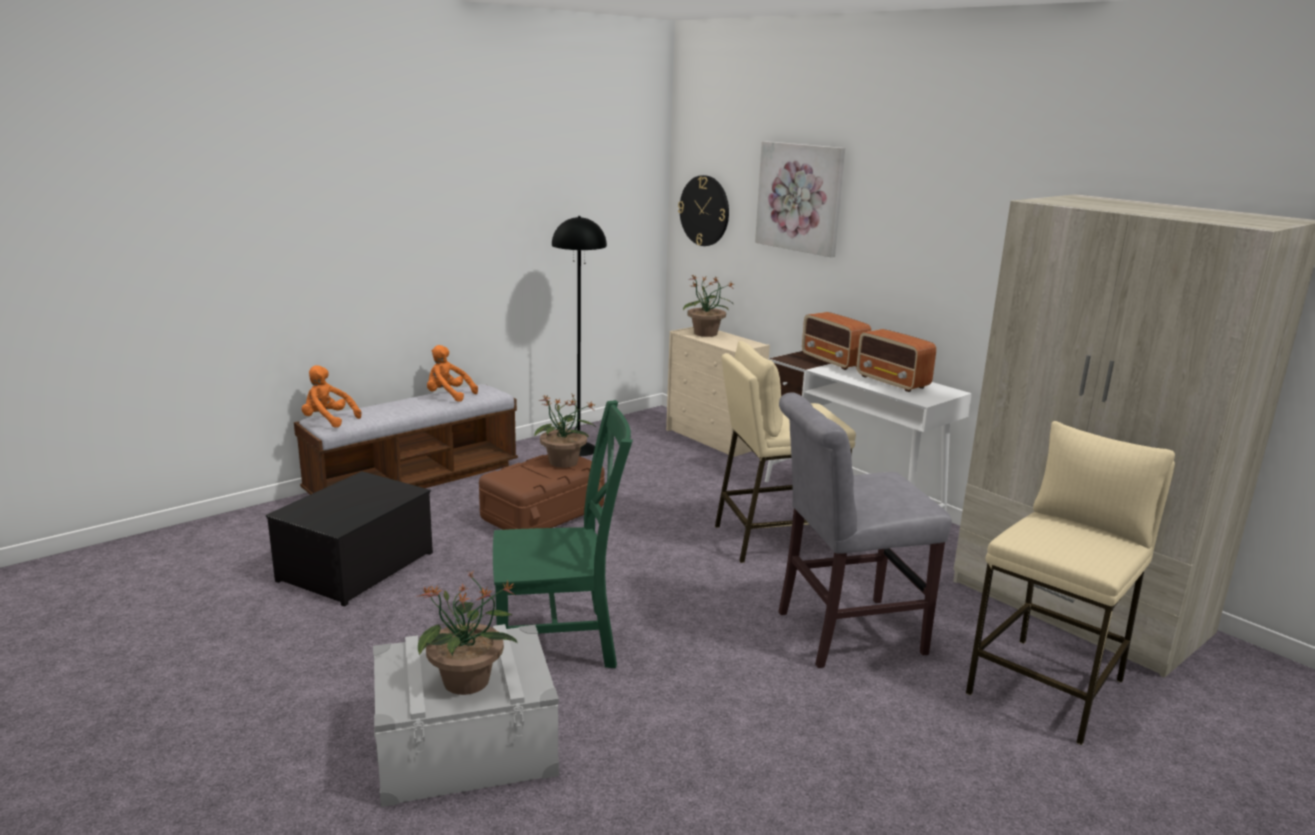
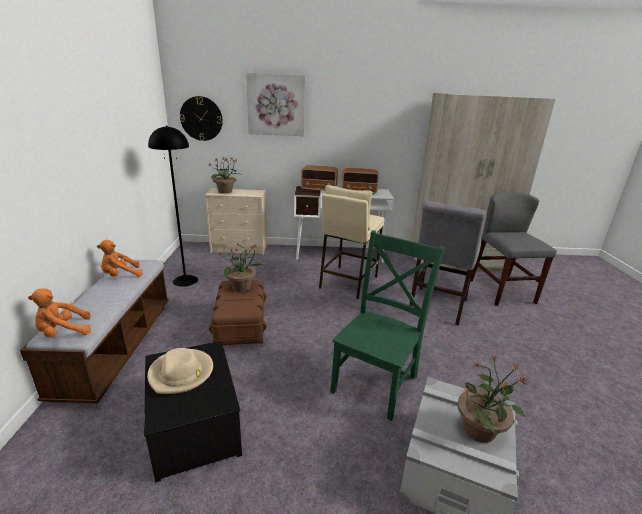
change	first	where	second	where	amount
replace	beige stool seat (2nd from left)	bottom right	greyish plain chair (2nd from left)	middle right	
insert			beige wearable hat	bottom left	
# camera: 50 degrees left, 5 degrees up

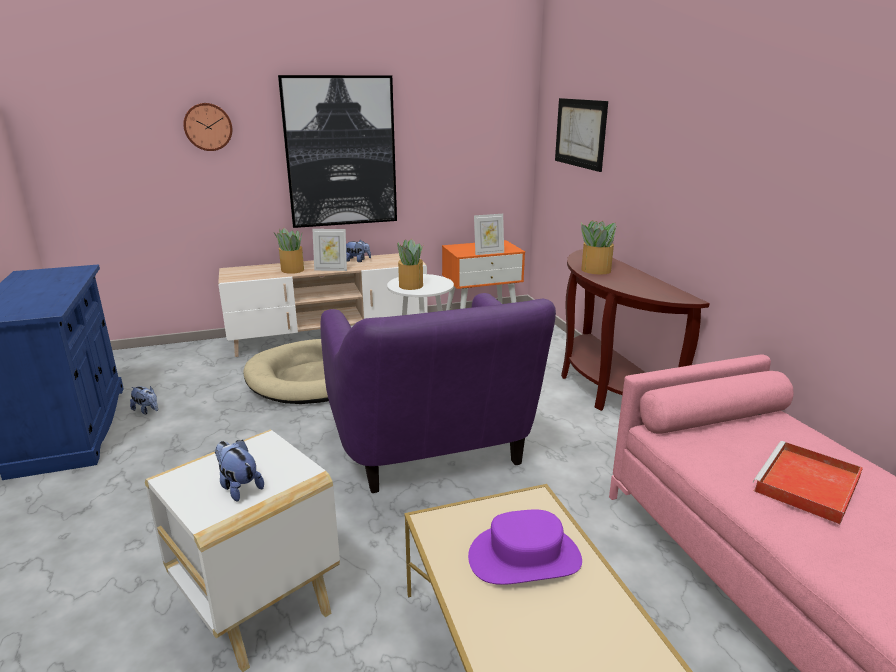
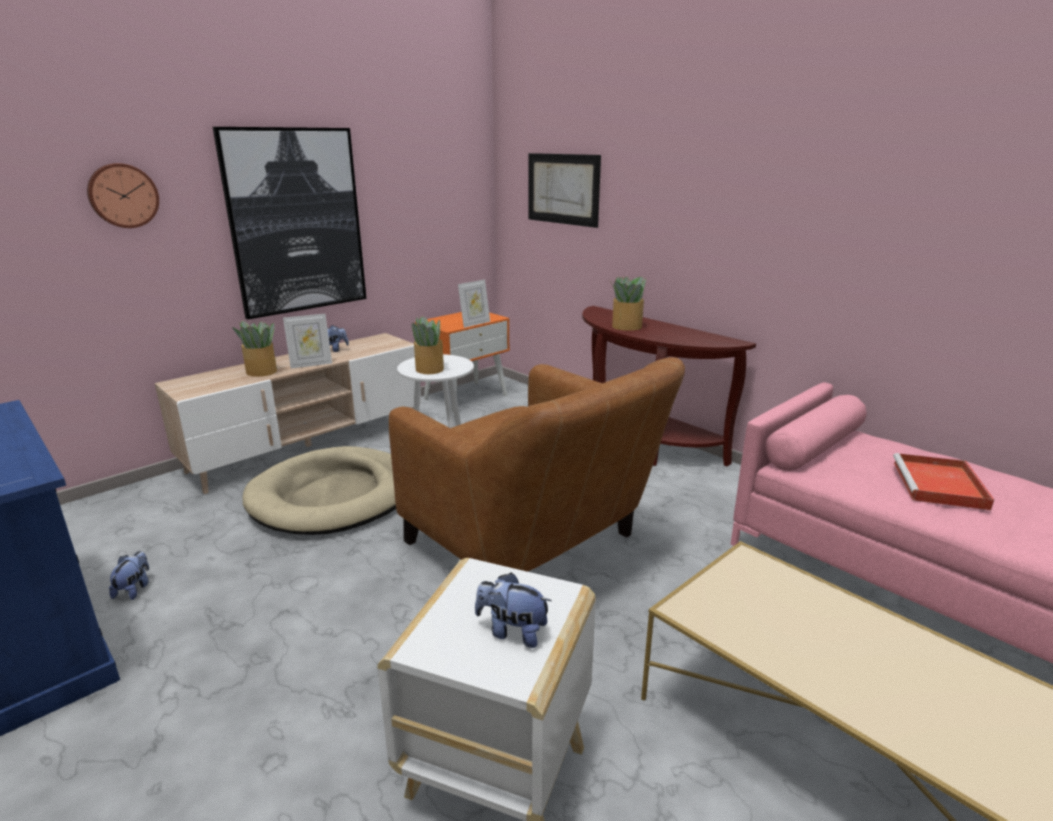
change	first	where	second	where	amount
rotate	soft toy (1st from left)	middle left		bottom left	90 degrees counterclockwise
recolor	purplish easy chair	centre	brown-coloured easy chair	centre	
delete	purplish wearable hat	bottom centre			
# camera: 25 degrees left, 0 degrees up

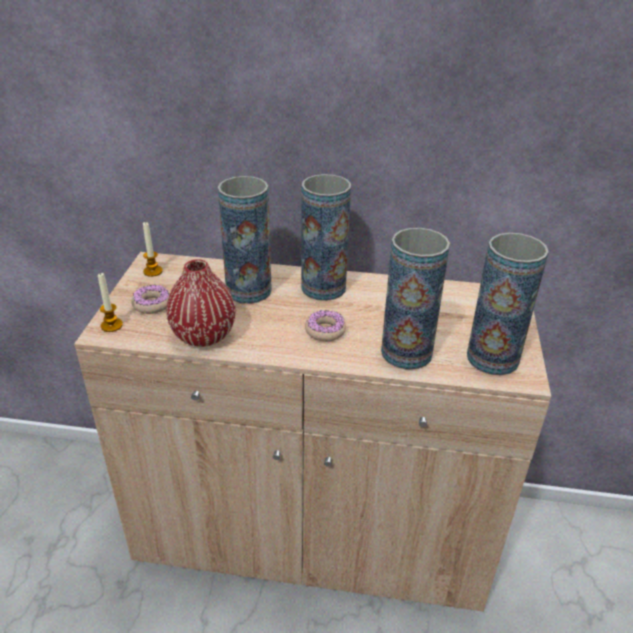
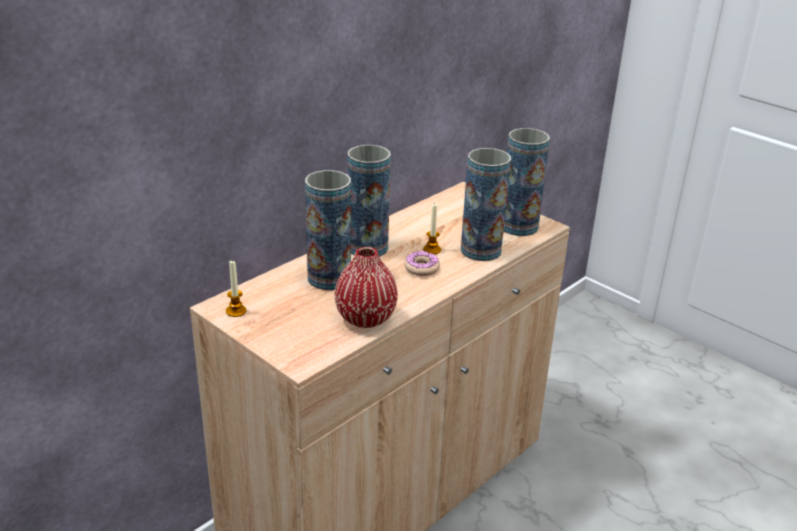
change	first	where	second	where	amount
move	candle (1st from left in the first image)	middle left	candle (2nd from left)	centre	
delete	doughnut (1st from left)	middle left			
# camera: 55 degrees left, 5 degrees down

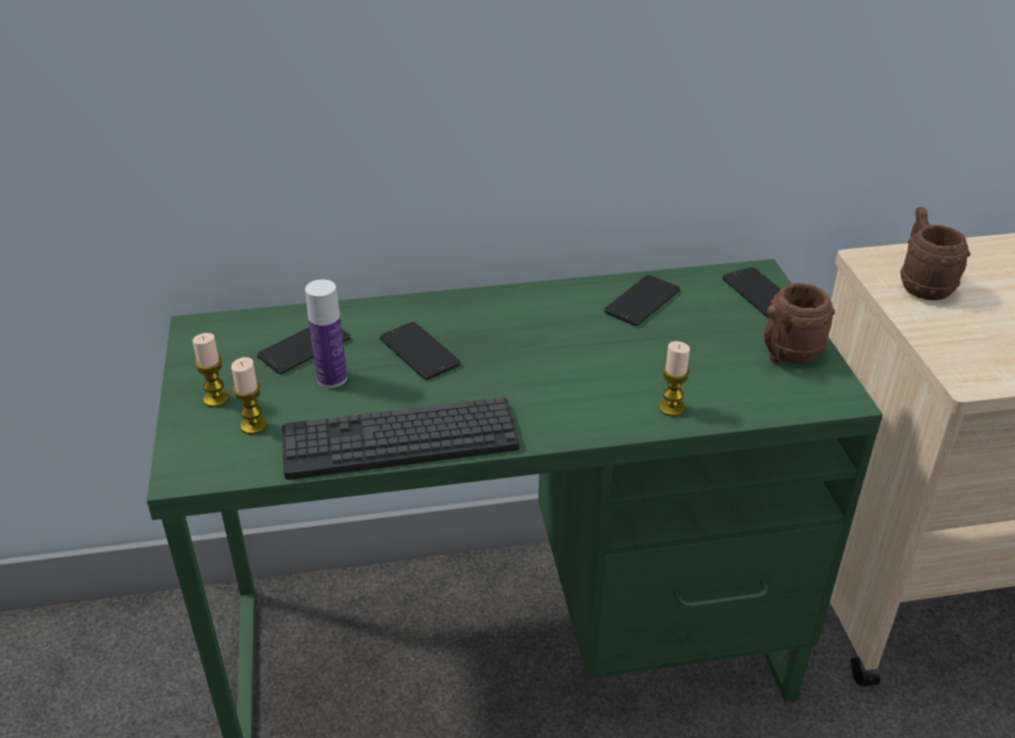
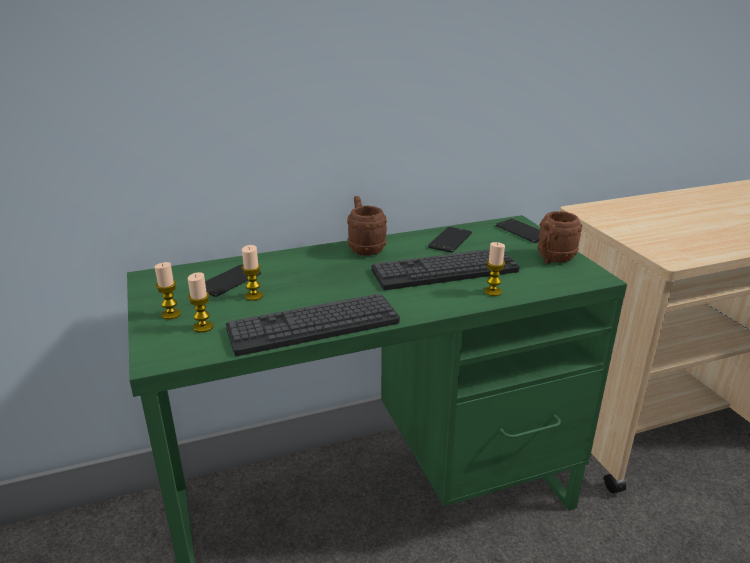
change	first	where	second	where	amount
replace	bottle	middle left	candle (3rd from left)	centre	
delete	telephone (2nd from left)	centre			
move	brown-coloured tea mug (2nd from left in the first image)	middle right	brown-coloured tea mug (1st from left)	centre	
insert			computer keyboard (2nd from left)	centre	
# camera: 10 degrees left, 10 degrees down

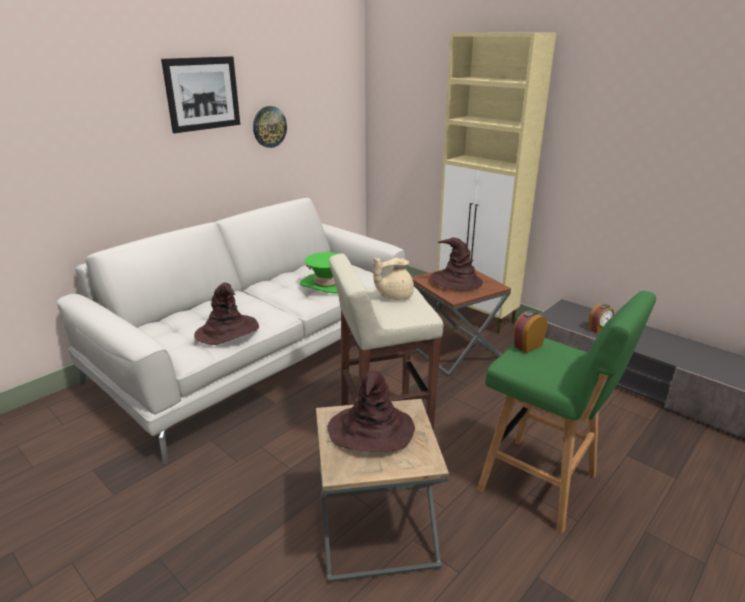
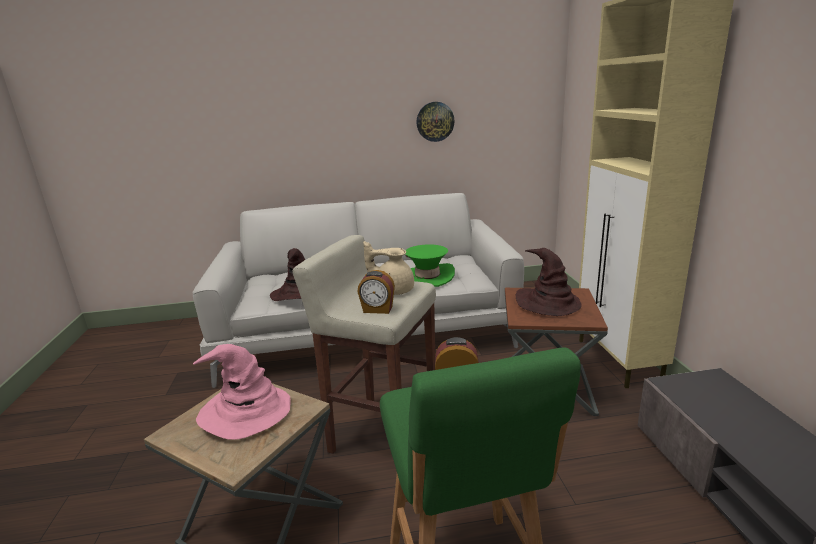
change	first	where	second	where	amount
delete	picture	top left			
recolor	brown-coloured wearable hat (2nd from left)	bottom centre	pinkish wearable hat	bottom left	
move	alarm clock (2nd from left in the first image)	middle right	alarm clock (1st from left)	centre	
# camera: 40 degrees right, 5 degrees down

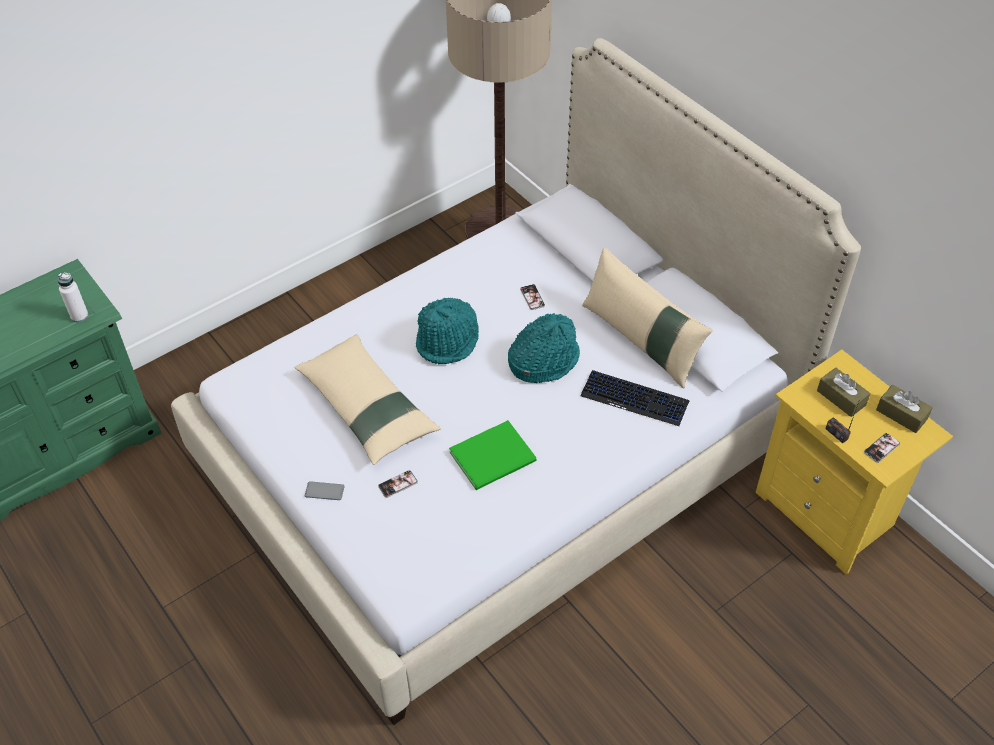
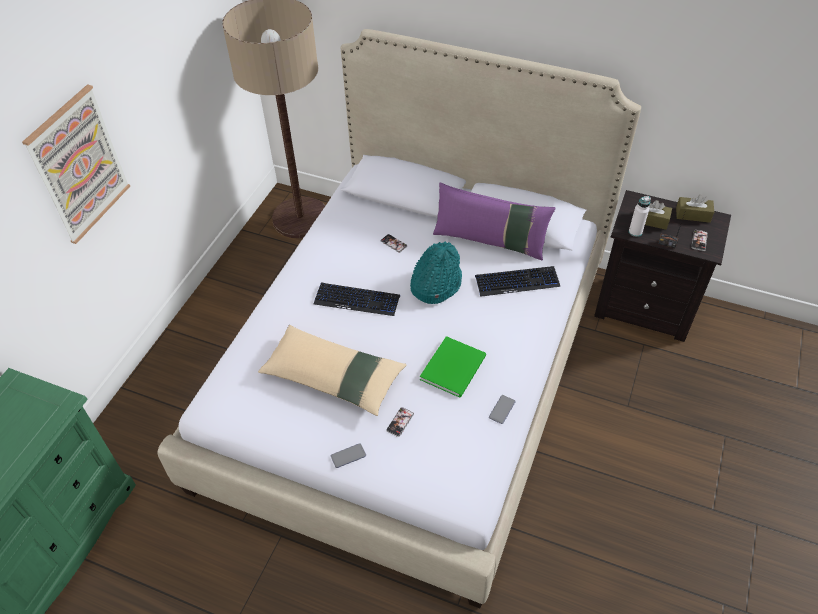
change	first	where	second	where	amount
move	whitish bottle	middle left		middle right	
replace	blue-green wearable hat (1st from left)	centre	computer keyboard (1st from left)	centre	
recolor	beige throw pillow (2nd from left)	centre	purplish throw pillow	centre	
recolor	yellow night table	middle right	blackish night table	middle right	
insert			picture	top left	
insert			telephone (4th from left)	centre	
# camera: 30 degrees left, 0 degrees up

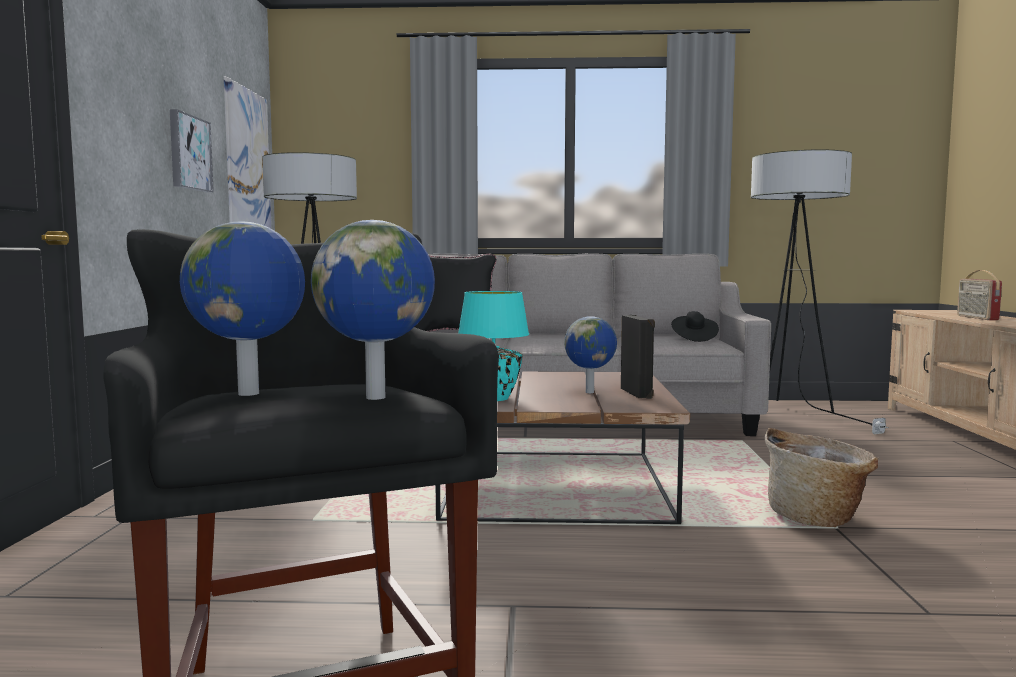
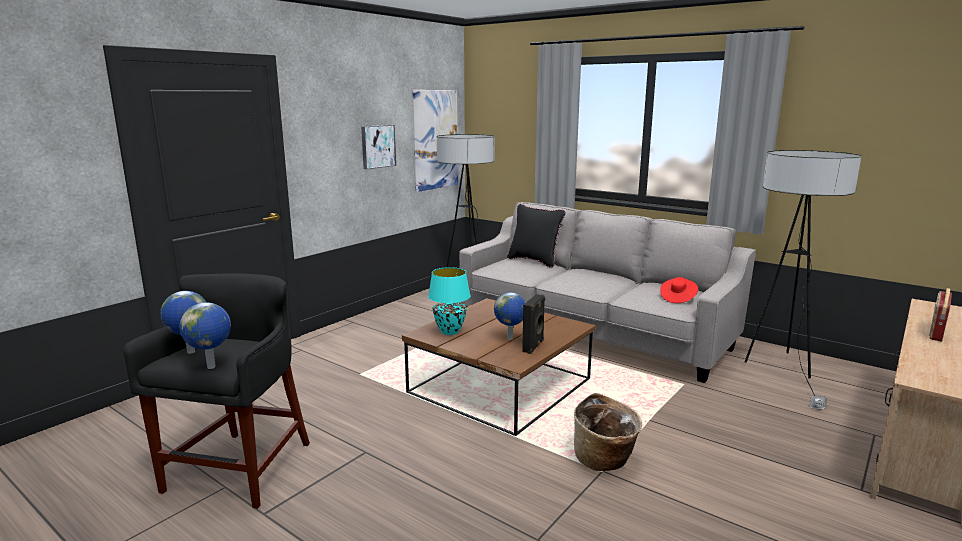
change	first	where	second	where	amount
recolor	blackish wearable hat	middle right	red wearable hat	middle right	
# camera: 35 degrees right, 10 degrees up

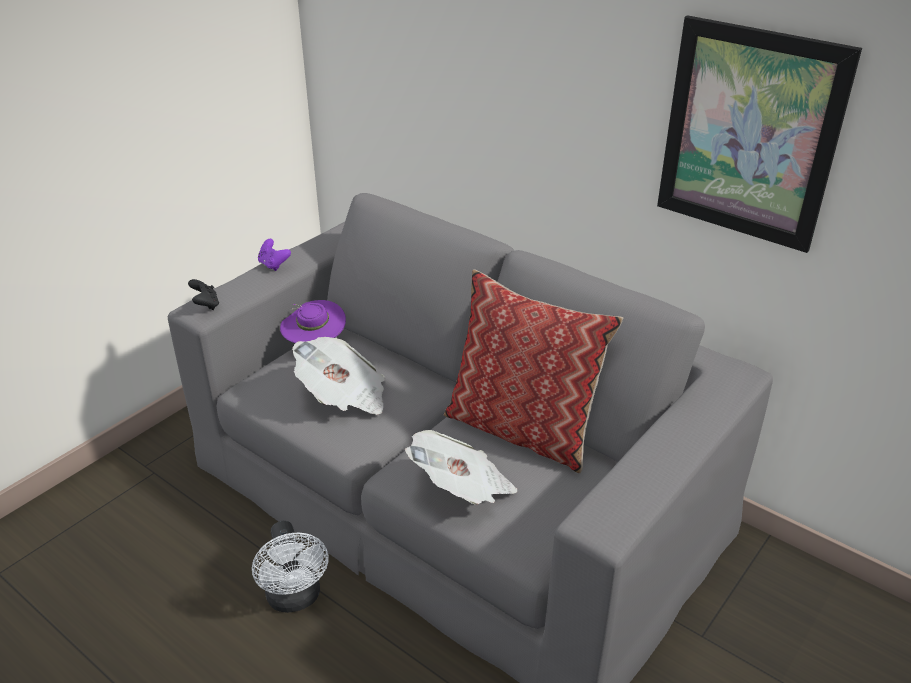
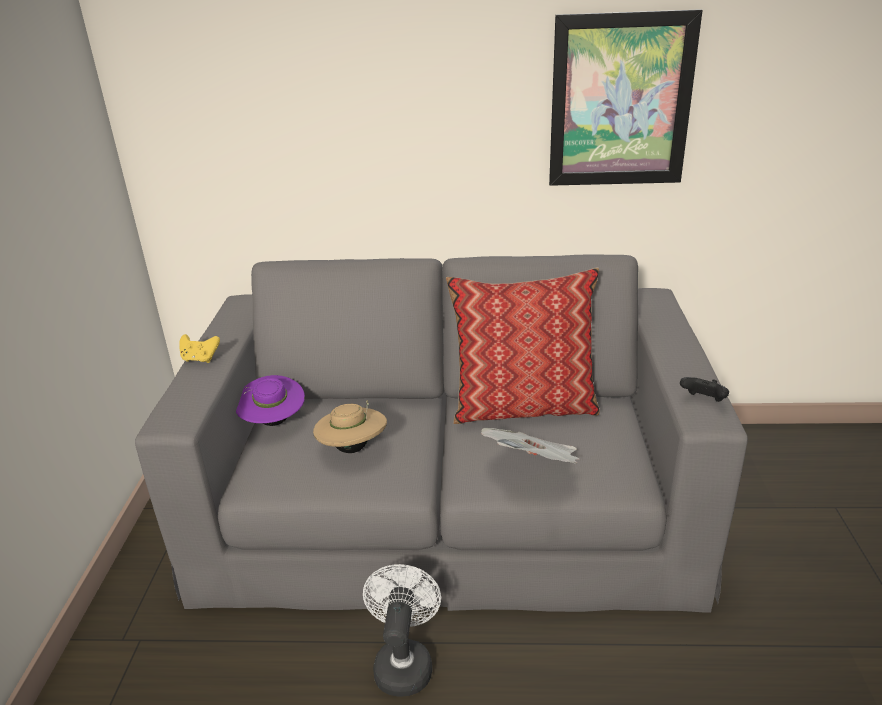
change	first	where	second	where	amount
move	blackish game controller	middle left		middle right	
rotate	whitish cooling fan	bottom left		bottom centre	120 degrees counterclockwise
recolor	purplish game controller	middle left	yellow game controller	middle left	
replace	printed paper (1st from left)	centre	beige wearable hat	centre	
# camera: 35 degrees left, 5 degrees down

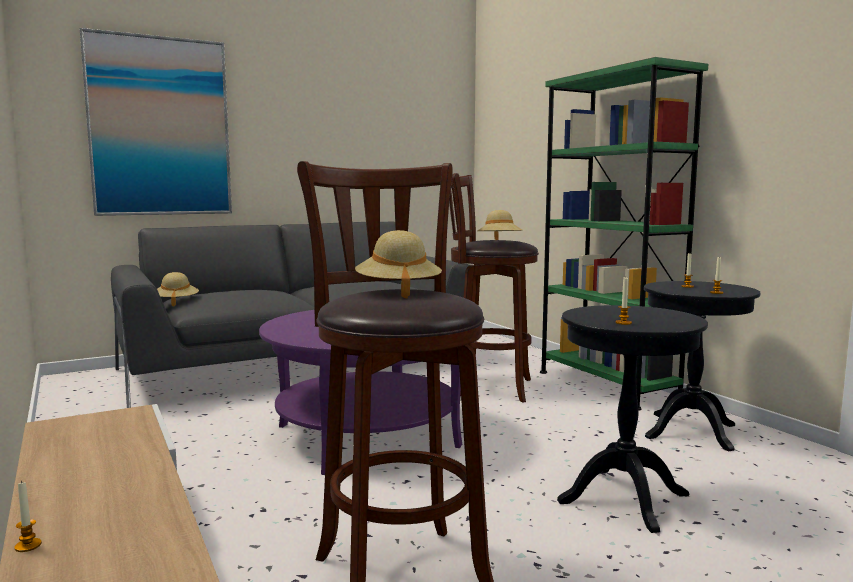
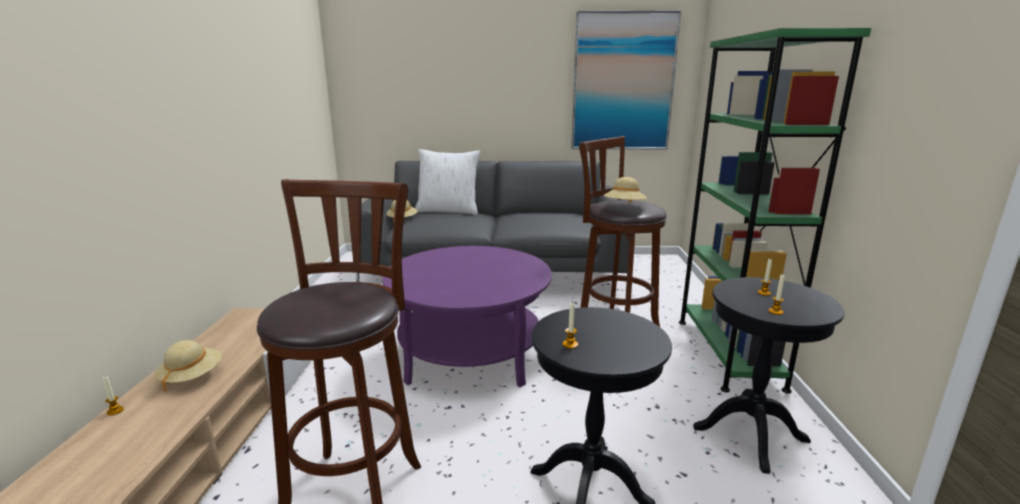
change	first	where	second	where	amount
move	picture	top left		top centre	
move	beige wearable hat (2nd from left in the first image)	centre	beige wearable hat (1st from left)	bottom left	
insert			whitish throw pillow	centre	
# camera: 30 degrees right, 10 degrees up

